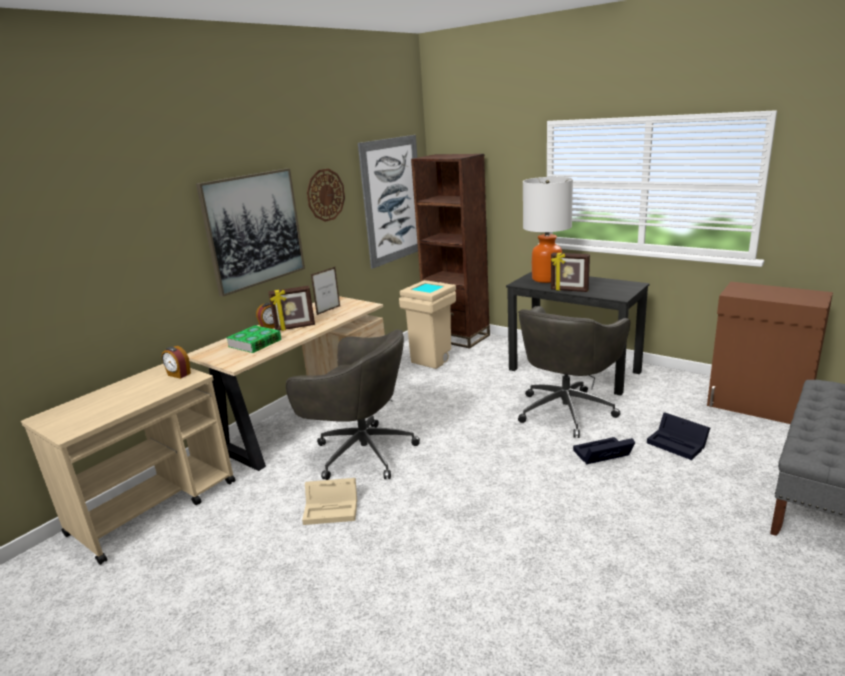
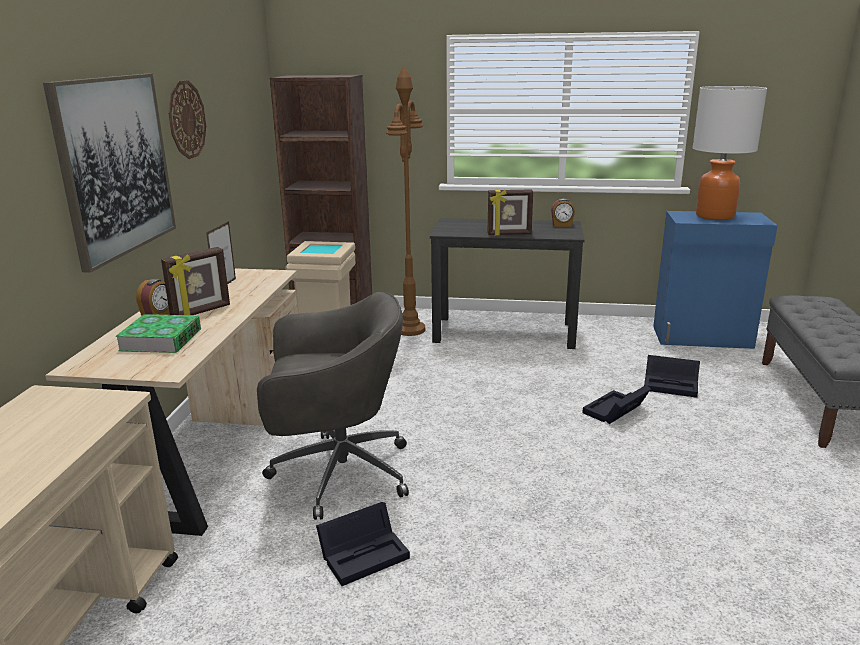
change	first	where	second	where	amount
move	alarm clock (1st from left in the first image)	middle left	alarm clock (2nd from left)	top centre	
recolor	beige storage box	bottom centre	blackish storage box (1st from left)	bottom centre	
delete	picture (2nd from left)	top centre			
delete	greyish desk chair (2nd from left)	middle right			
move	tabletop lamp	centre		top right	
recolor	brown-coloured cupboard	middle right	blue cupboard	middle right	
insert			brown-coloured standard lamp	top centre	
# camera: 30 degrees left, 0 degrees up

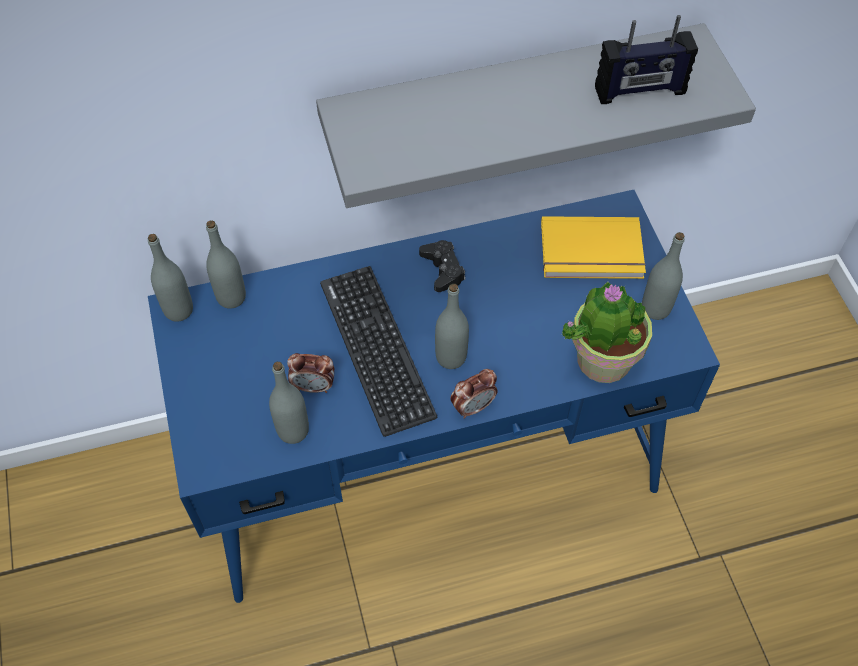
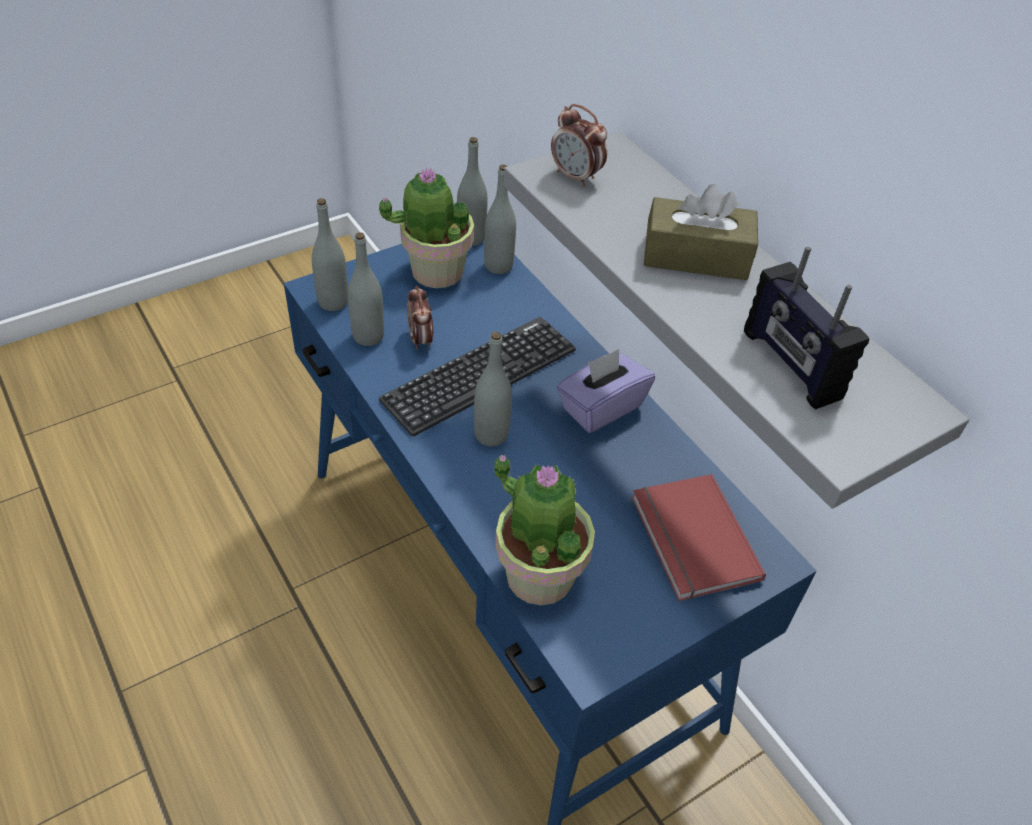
change	first	where	second	where	amount
replace	blackish game controller	centre	purplish box of tissues	centre	
move	alarm clock (2nd from left)	centre		top centre	
recolor	yellow volume	middle right	red volume	middle right	
move	greyish bottle (5th from left in the first image)	middle right	greyish bottle (1st from left)	top left	
insert			potted plant (1st from left)	top centre	
insert			brown-coloured box of tissues	top right	
# camera: 70 degrees right, 10 degrees down

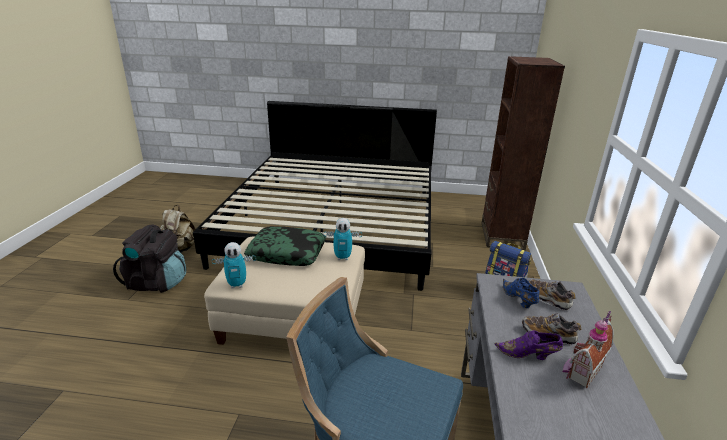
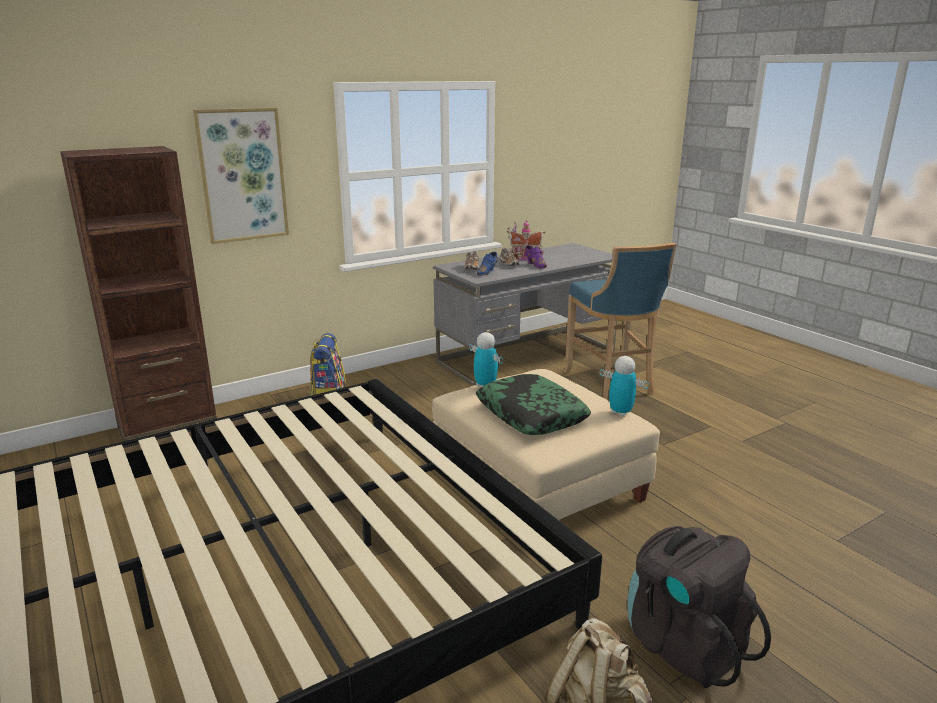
change	first	where	second	where	amount
insert			picture	top left	
# camera: 130 degrees left, 5 degrees down

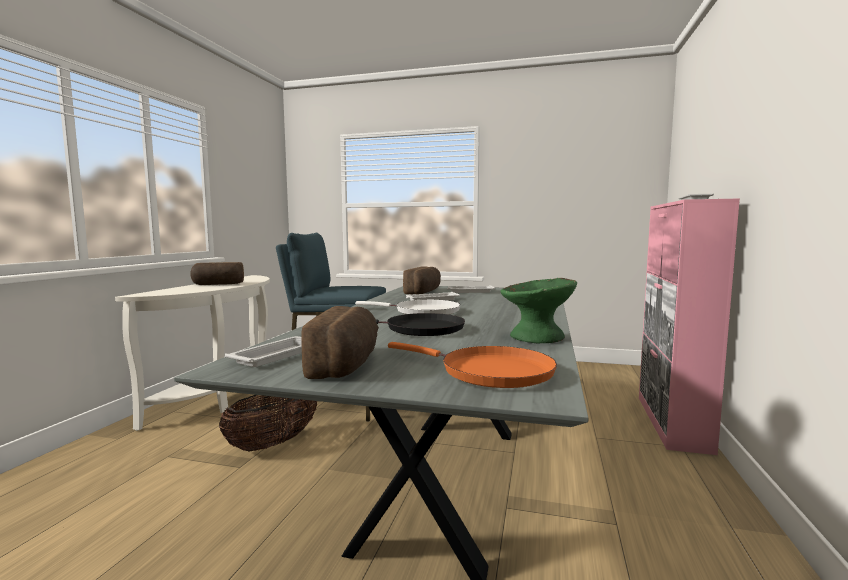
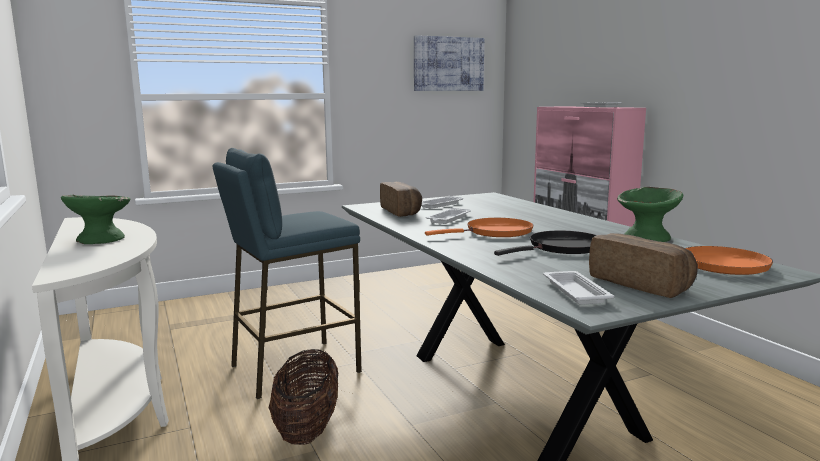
change	first	where	second	where	amount
replace	bakery bread (1st from left)	middle left	green-coloured deep dish (1st from left)	middle left	
recolor	whitish skillet	centre	orange-coloured skillet (1st from left)	centre	
insert			picture	top centre	
# camera: 40 degrees left, 5 degrees up

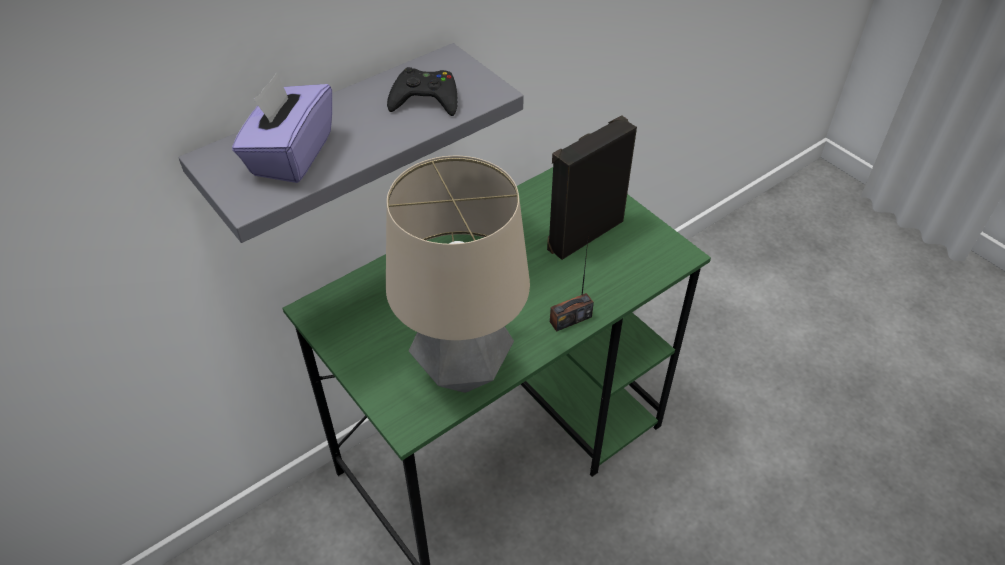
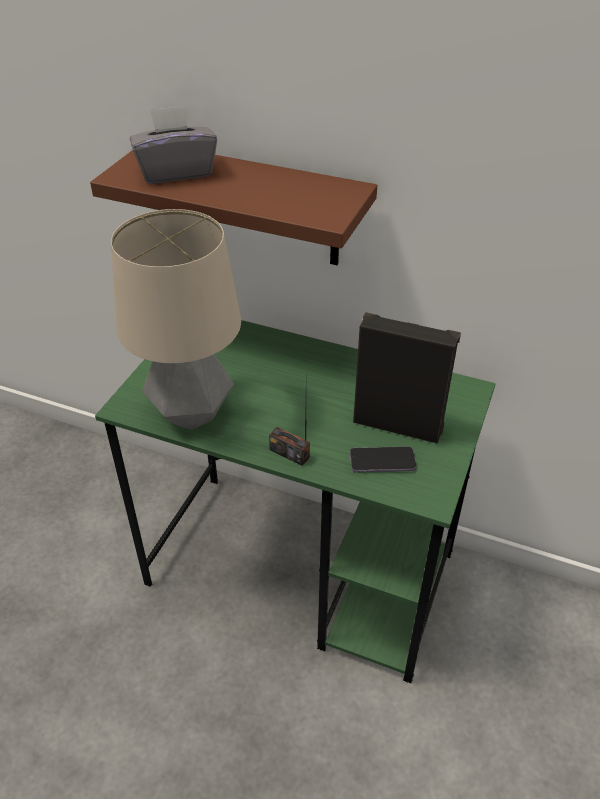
change	first	where	second	where	amount
recolor	greyish bracket shelf	top centre	brown-coloured bracket shelf	top centre	
recolor	purplish box of tissues	top left	greyish box of tissues	top left	
delete	blackish game controller	top centre			
insert			telephone	centre	
# camera: 60 degrees right, 5 degrees down

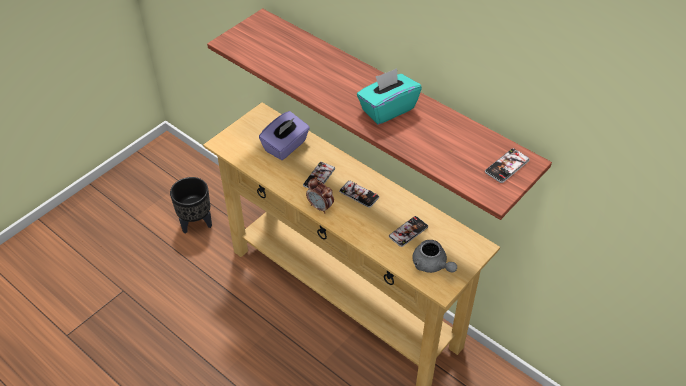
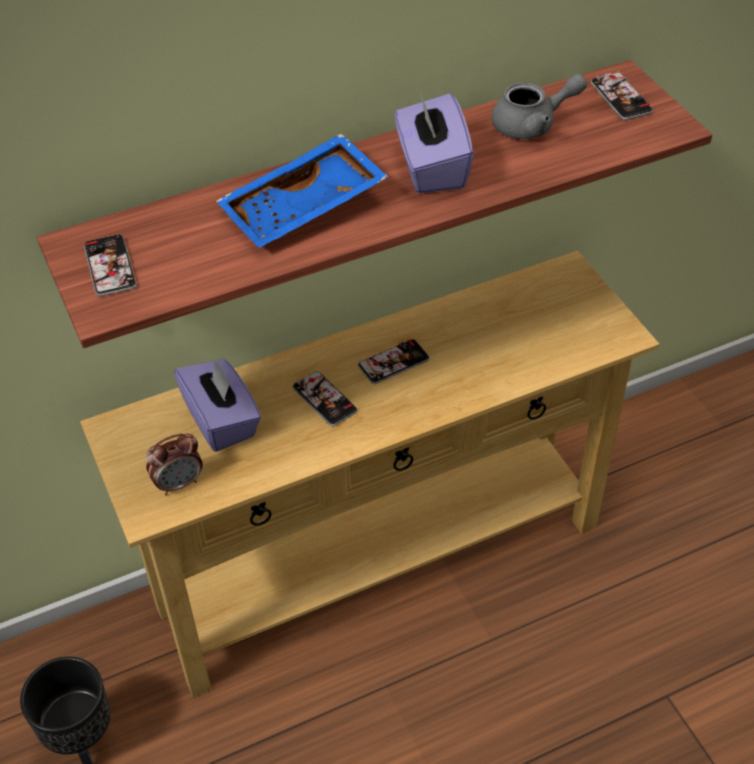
change	first	where	second	where	amount
move	alarm clock	centre		middle left	
recolor	blue-green box of tissues	top centre	purplish box of tissues (2nd from left)	top centre	
move	telephone (3rd from left in the first image)	centre	telephone (1st from left)	middle left	
move	greyish tea pot	centre		top right	
insert			blue carrying tray	top centre	
# camera: 65 degrees left, 0 degrees up

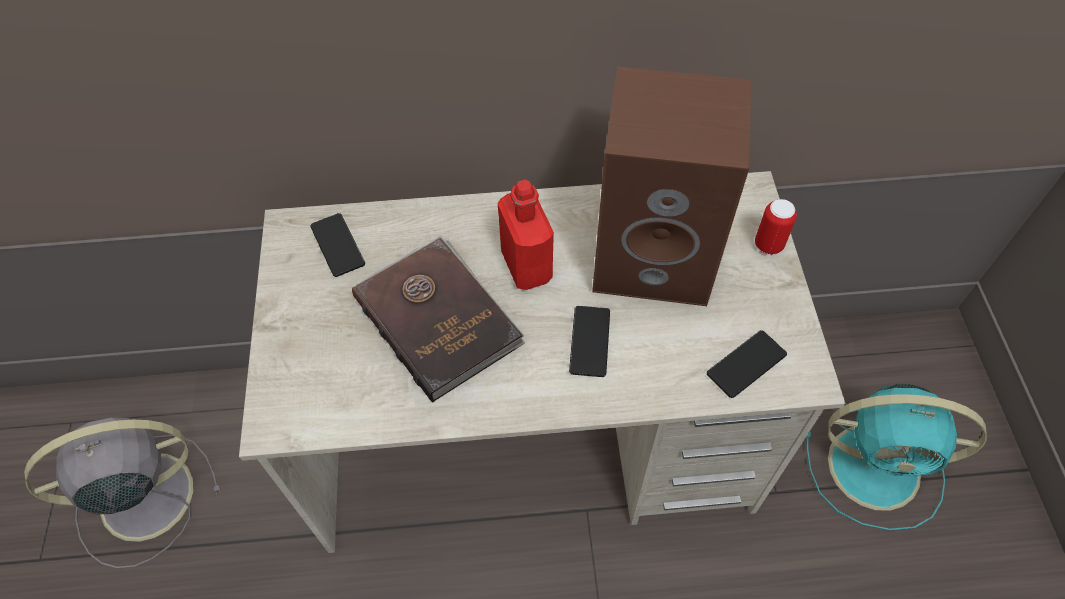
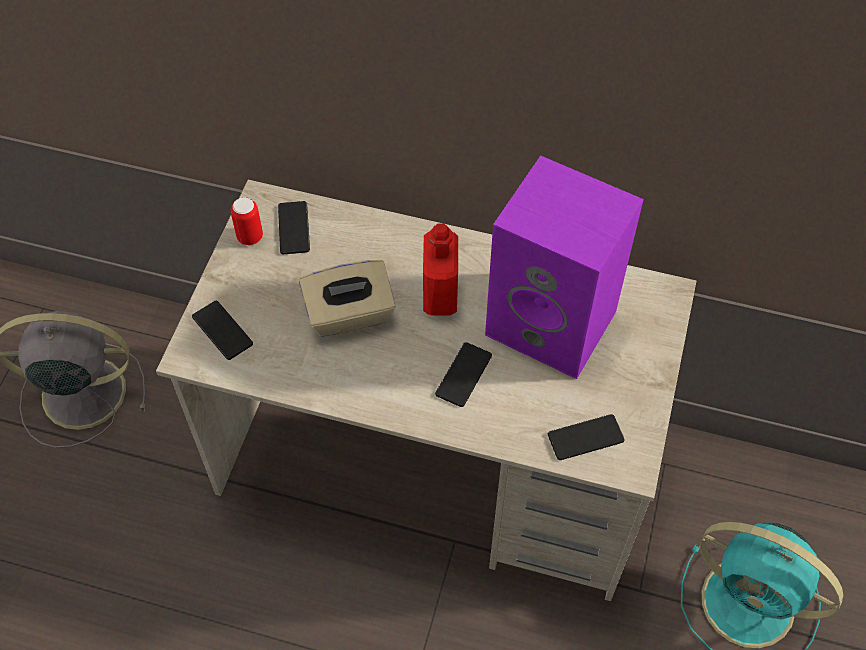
change	first	where	second	where	amount
replace	brown-coloured volume	centre	beige box of tissues	centre	
recolor	brown-coloured loudspeaker	top centre	purplish loudspeaker	centre	
move	can	middle right		middle left	
insert			telephone (1st from left)	middle left	
# camera: 20 degrees right, 0 degrees up

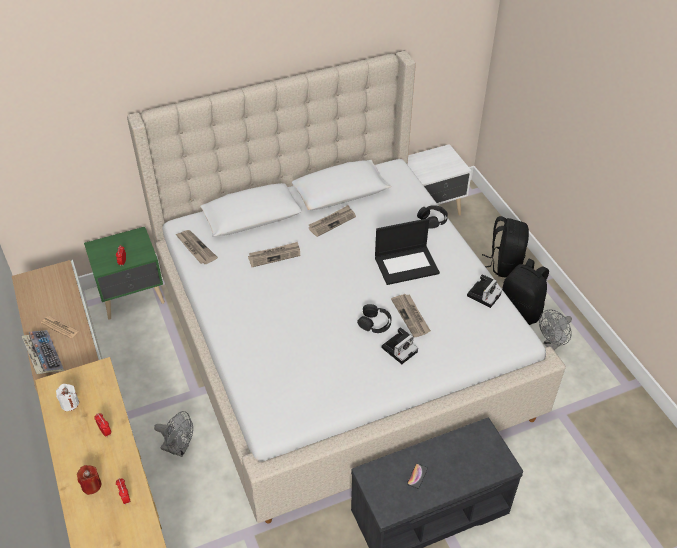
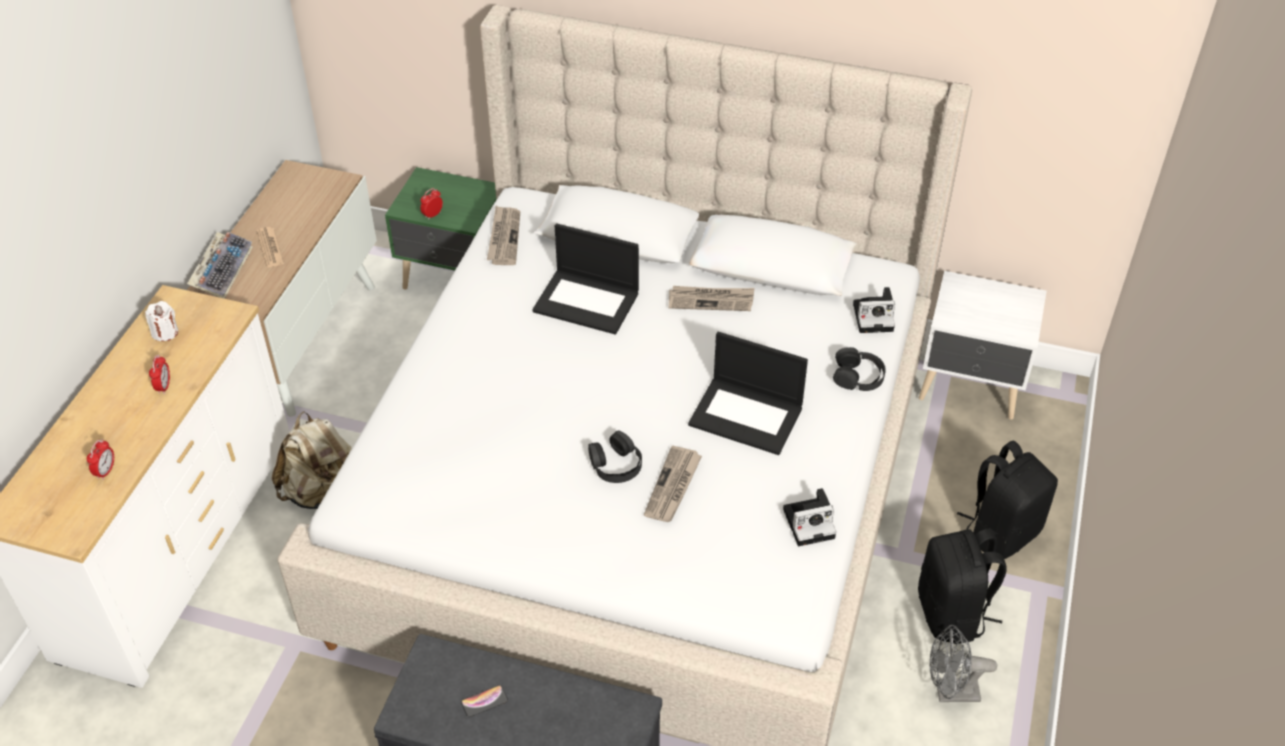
change	first	where	second	where	amount
delete	red candle	bottom left			
replace	greyish cooling fan (1st from left)	bottom left	beige rucksack	middle left	
replace	printed paper (3rd from left)	centre	portable computer (1st from left)	centre	
move	photo camera (1st from left in the first image)	centre	photo camera (2nd from left)	middle right	
# camera: 40 degrees right, 0 degrees up

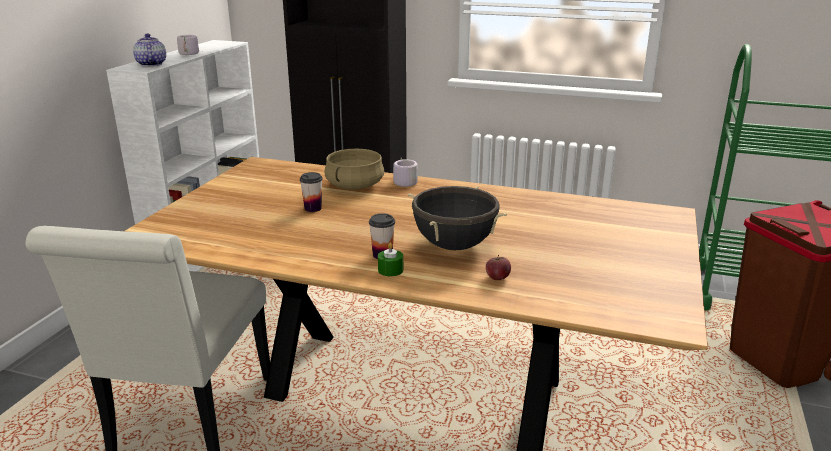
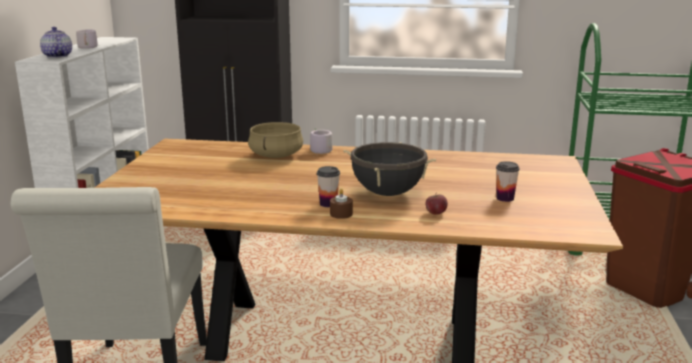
change	first	where	second	where	amount
move	cup (1st from left in the first image)	centre	cup (2nd from left)	middle right	
recolor	green-coloured candle	centre	brown-coloured candle	centre	
# camera: 10 degrees left, 5 degrees down

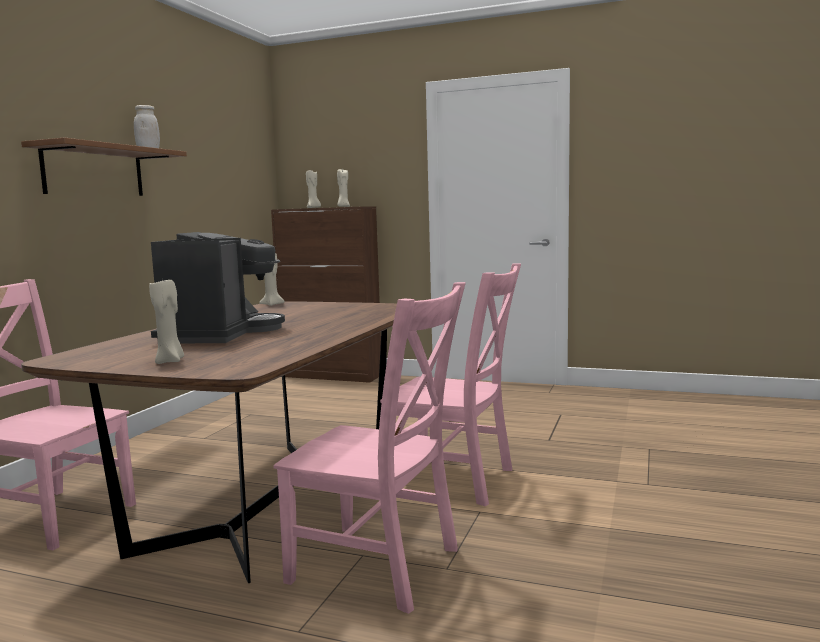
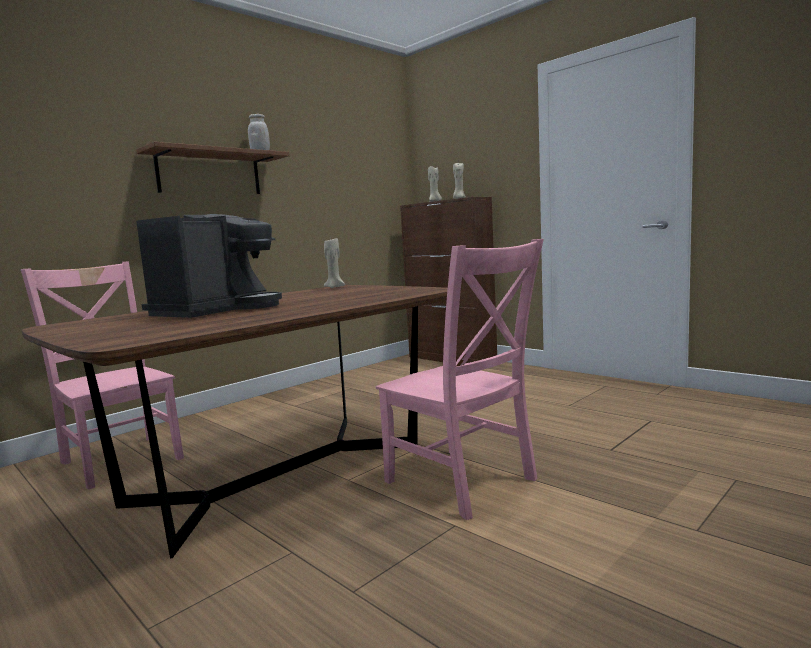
change	first	where	second	where	amount
delete	beige candle (1st from left)	middle left			
delete	pinkish plain chair (2nd from left)	bottom centre			
# camera: 25 degrees right, 0 degrees up

